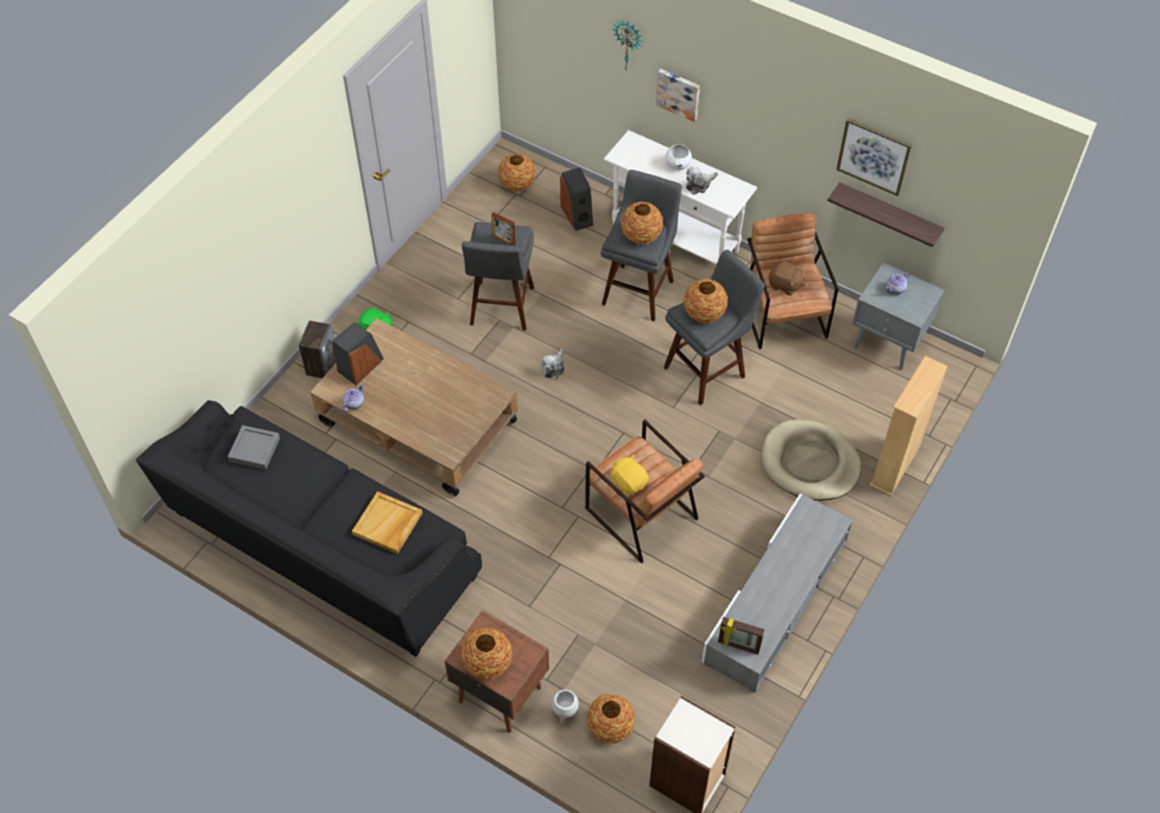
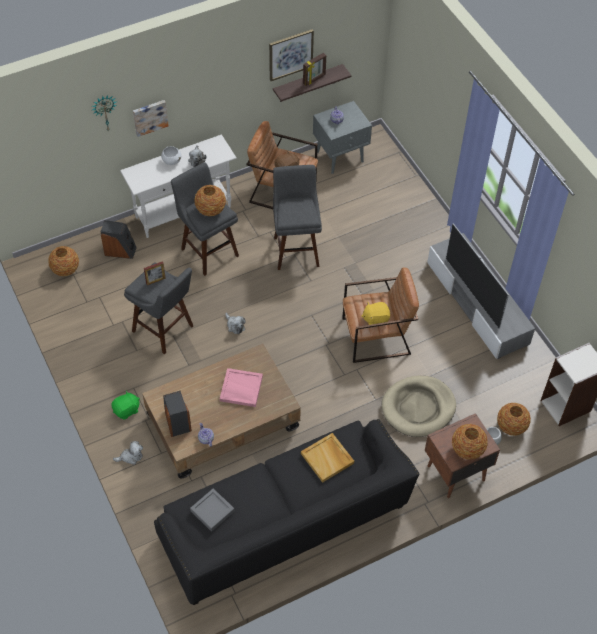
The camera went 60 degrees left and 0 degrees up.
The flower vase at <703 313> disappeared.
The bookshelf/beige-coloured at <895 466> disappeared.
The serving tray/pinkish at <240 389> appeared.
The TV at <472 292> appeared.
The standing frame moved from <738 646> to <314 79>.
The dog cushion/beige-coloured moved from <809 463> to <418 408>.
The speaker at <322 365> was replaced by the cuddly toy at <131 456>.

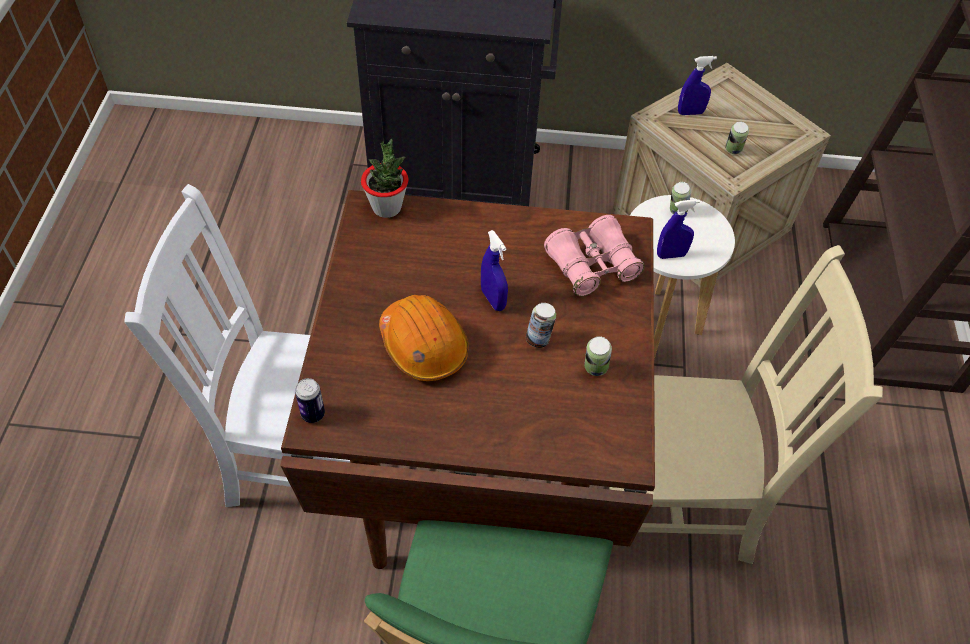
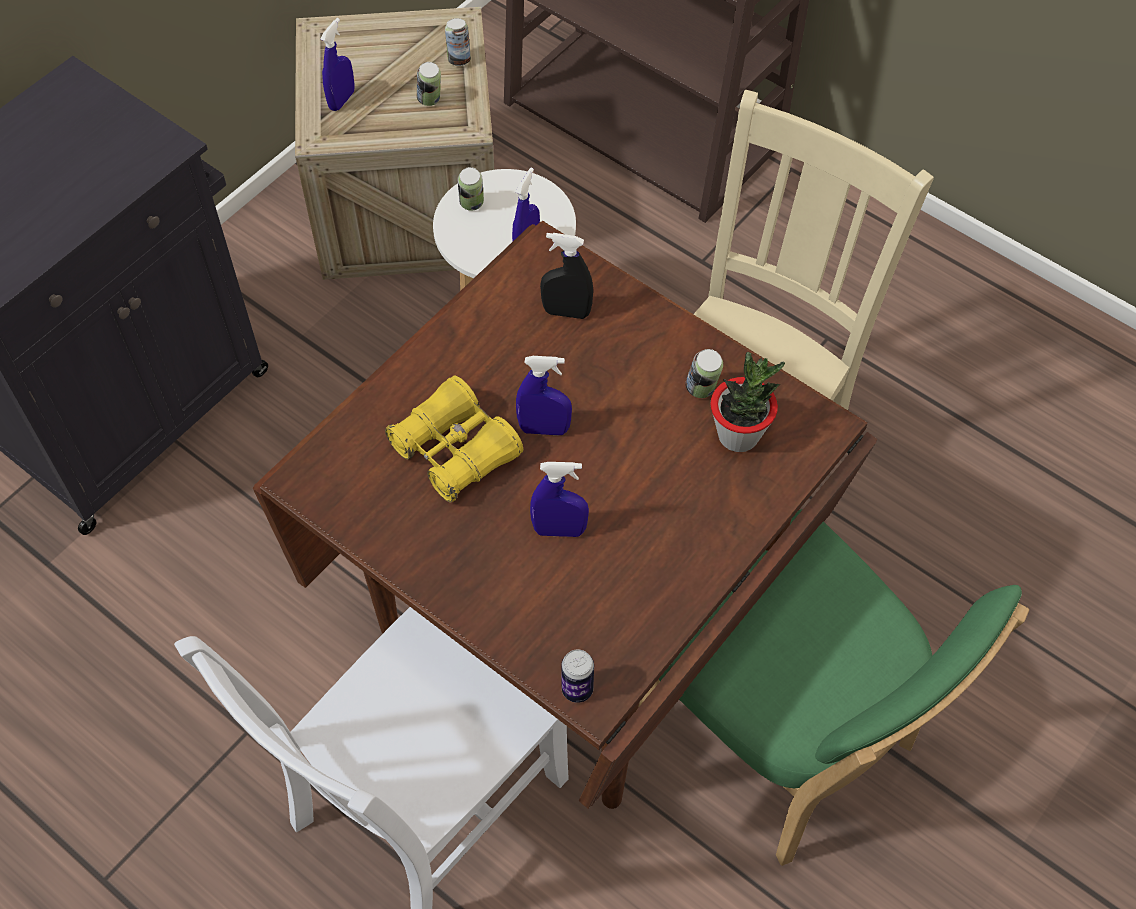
The camera went 55 degrees left and 5 degrees up.
The pair of binoculars/yellow-coloured at <455 450> appeared.
The potted plant moved from <387 207> to <739 435>.
The can moved from <539 339> to <459 59>.
The hard hat/orange at <423 345> was replaced by the sprayer/bluish at <559 530>.
The pair of binoculars/pinkish at <592 265> was replaced by the sprayer/black-coloured at <566 312>.

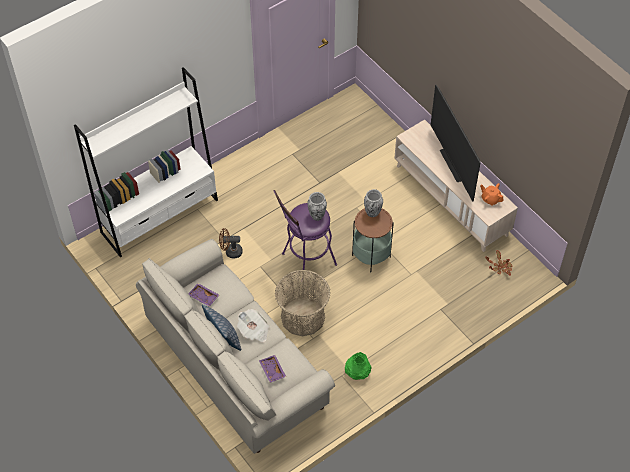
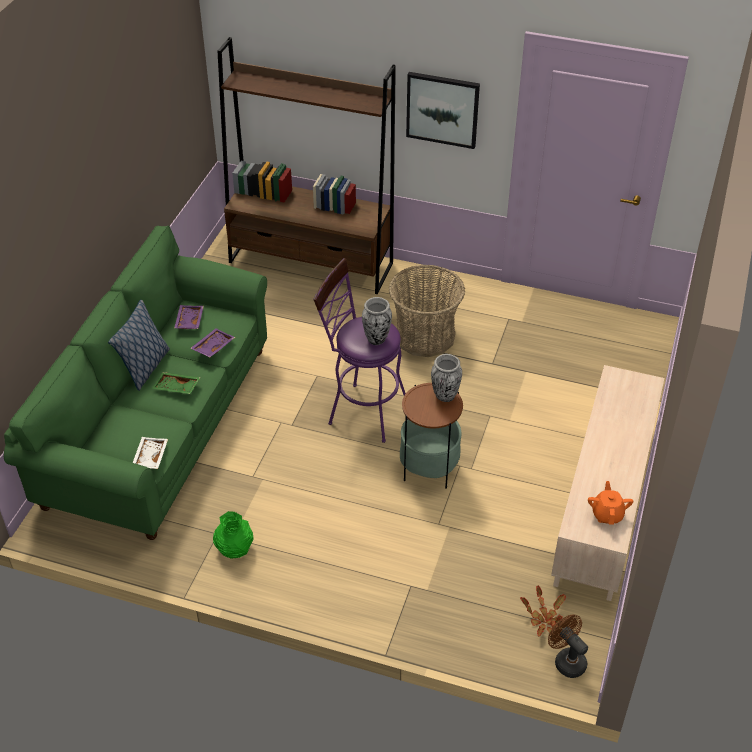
The camera went 55 degrees right and 10 degrees down.
The TV at <452 165> disappeared.
The serving tray/white-coloured at <149 457> appeared.
The wall art at <442 109> appeared.
The cooling fan/brown moved from <230 252> to <566 660>.
The serving tray/purple-coloured moved from <271 371> to <212 347>.
The basket moved from <302 317> to <424 336>.
The printed paper at <254 331> was replaced by the serving tray/greenish at <176 388>.
The bookshelf/white-coloured at <160 216> became the bookshelf/brown at <311 263>.
The settee/beige-coloured at <236 364> became the settee/greenish at <159 426>.

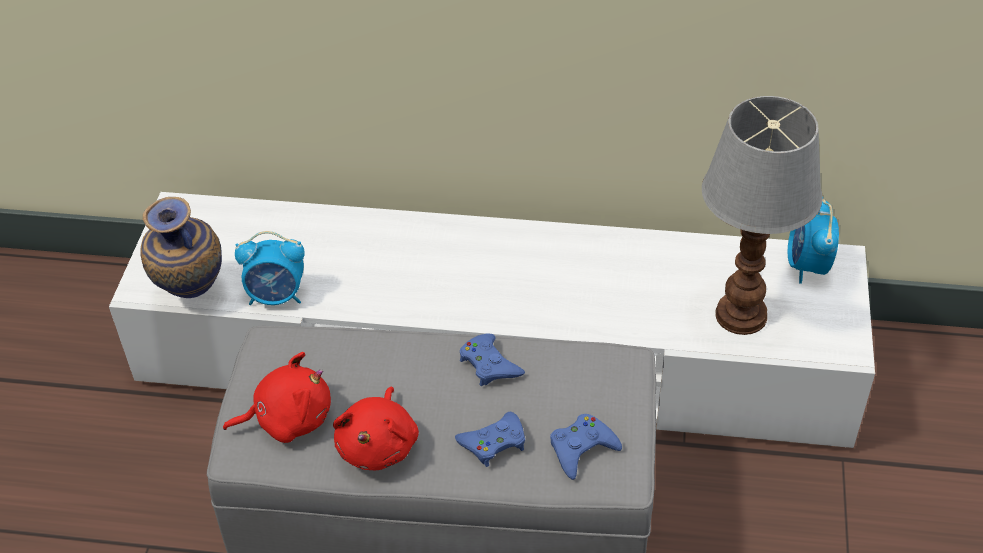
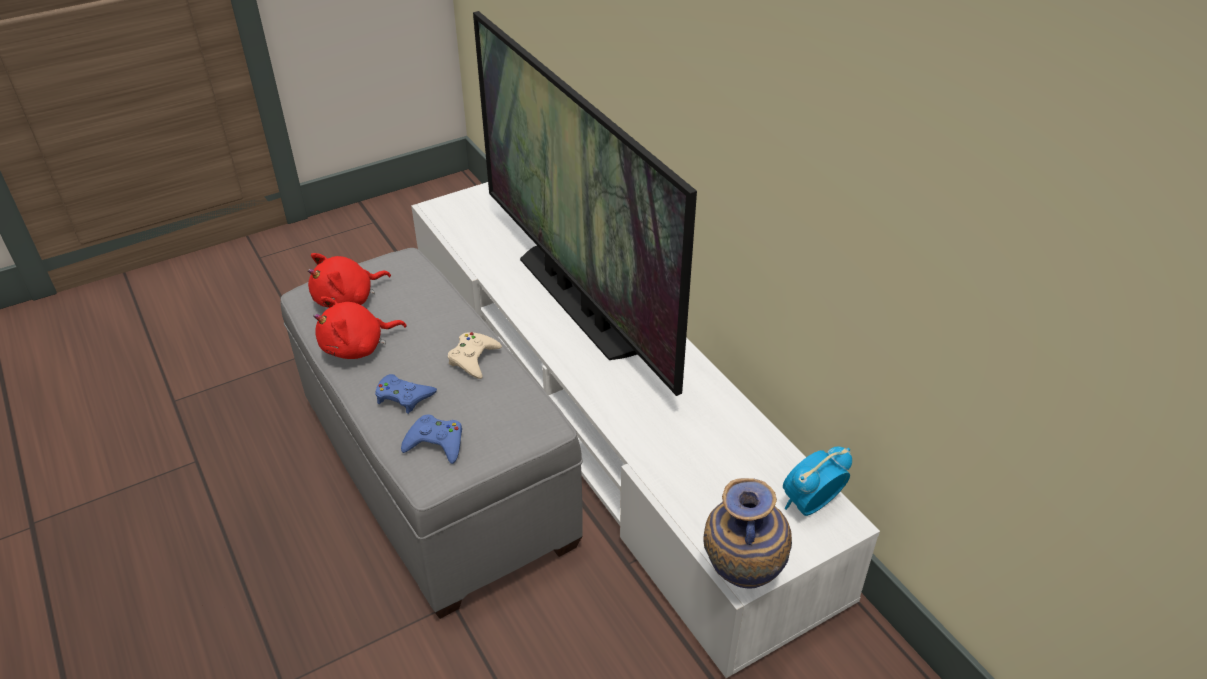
The camera went 50 degrees right and 5 degrees down.
The table clock at <277 296> disappeared.
The tabletop lamp at <741 316> disappeared.
The TV at <579 300> appeared.
The flower vase moved from <191 296> to <740 579>.
The gamepad/bluish at <489 365> became the gamepad/beige-coloured at <473 359>.
The cuddly toy/red-coloured at <288 418> turned 105 degrees clockwise.

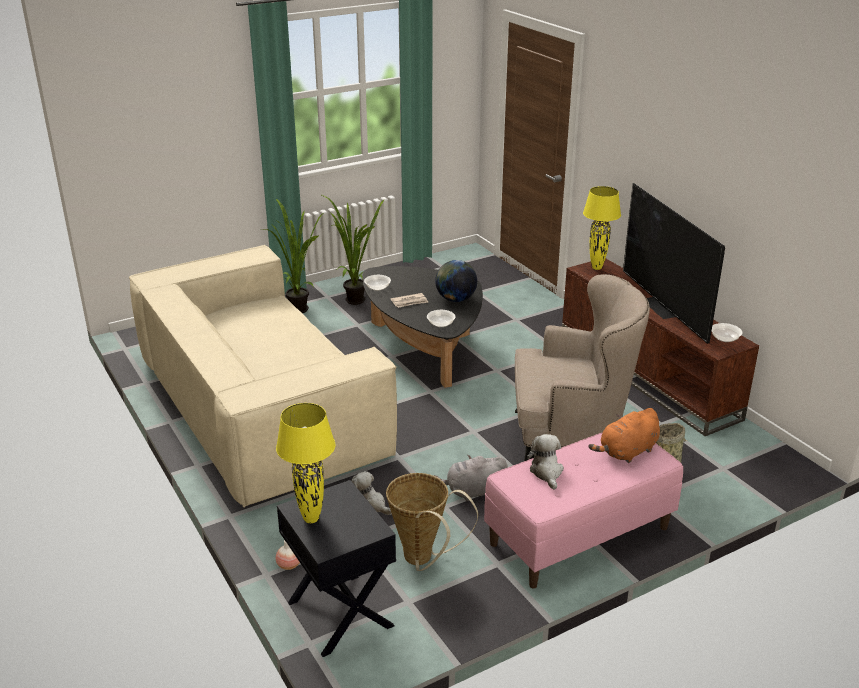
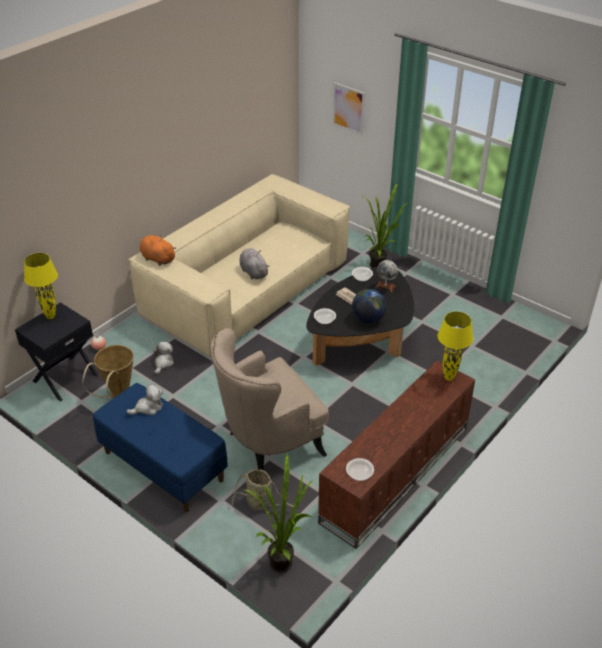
The camera went 70 degrees right and 10 degrees up.
The TV at <663 307> disappeared.
The wall art at <348 108> appeared.
The globe at <385 287> appeared.
The potted plant moved from <353 299> to <284 560>.
The cuddly toy/gray moved from <474 492> to <253 272>.
The cuddly toy/orange moved from <627 452> to <157 258>.
The bench/pinkish at <579 536> became the bench/bluish at <162 466>.
The lounge chair/beige-coloured at <568 444> turned 75 degrees clockwise.

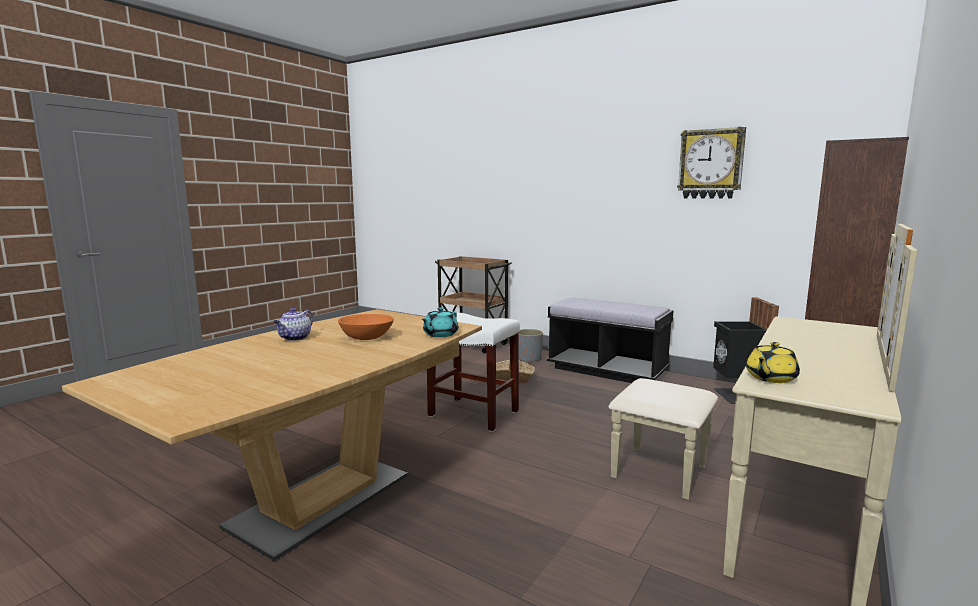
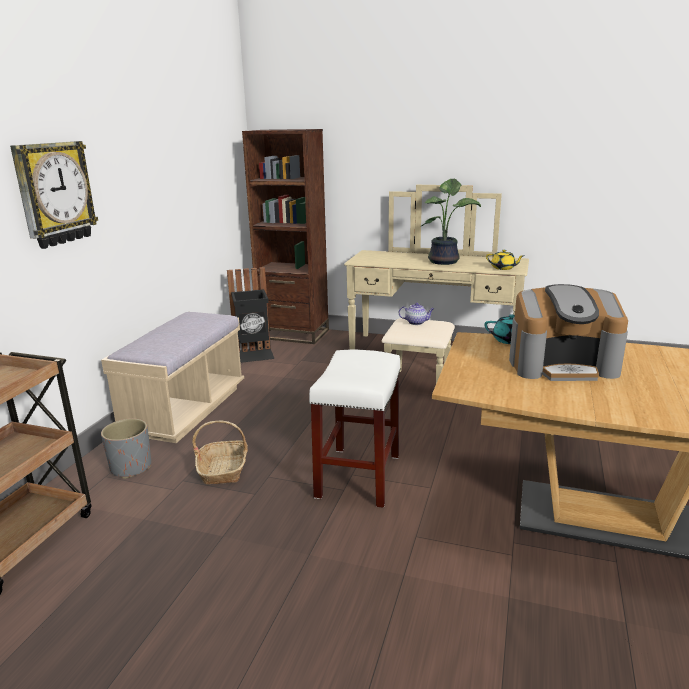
The camera went 105 degrees left and 10 degrees up.
The potted plant at <445 261> appeared.
The pot for tea moved from <295 338> to <416 322>.
The clock on the wall moved from <711 164> to <54 193>.
The serving bowl/orange at <367 338> was replaced by the coffee machine at <562 365>.
The bench/black-coloured at <607 370> became the bench/beige-coloured at <185 410>.

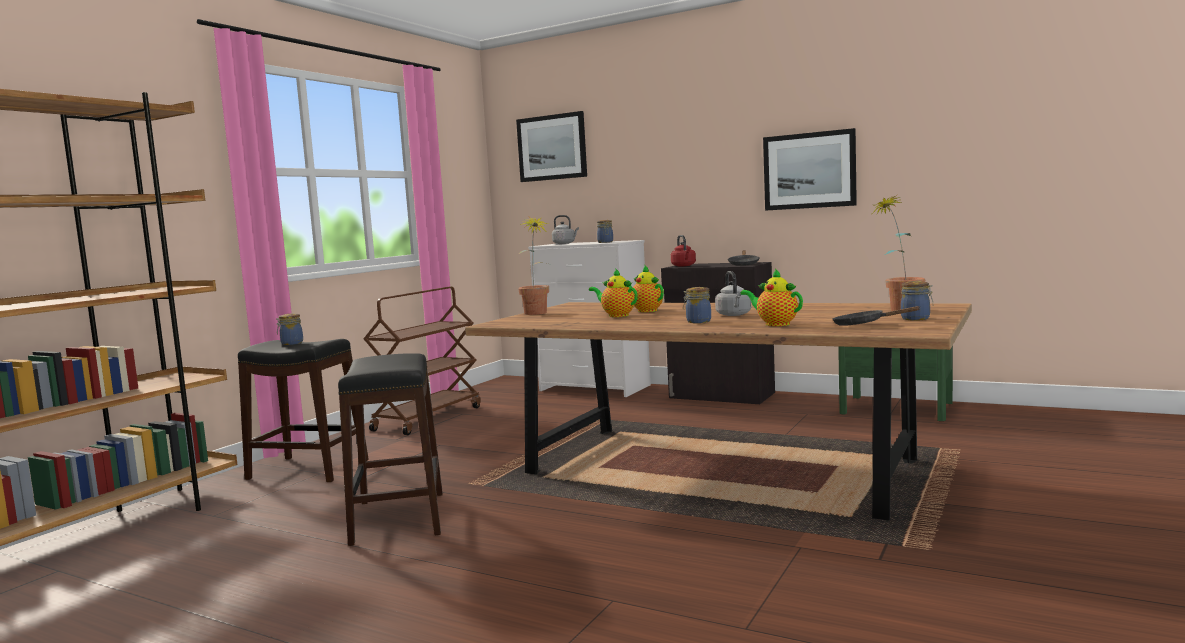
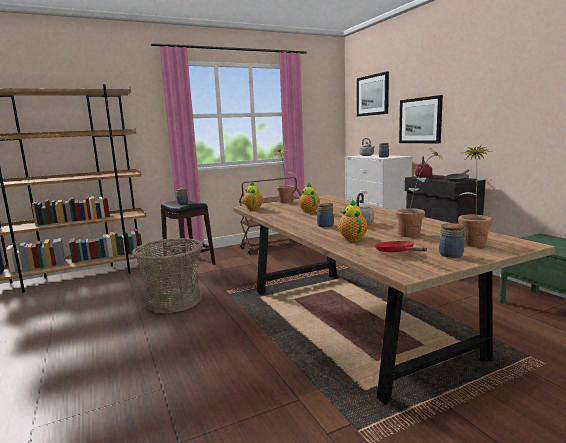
The camera went 35 degrees right and 5 degrees up.
The potted plant at <416 235> appeared.
The pot for tea moved from <645 310> to <253 208>.
The wall art moved from <809 170> to <420 120>.
The stool/black-coloured at <398 518> was replaced by the basket at <173 301>.
The frying pan/black-coloured at <863 325> became the frying pan/red-coloured at <397 252>.

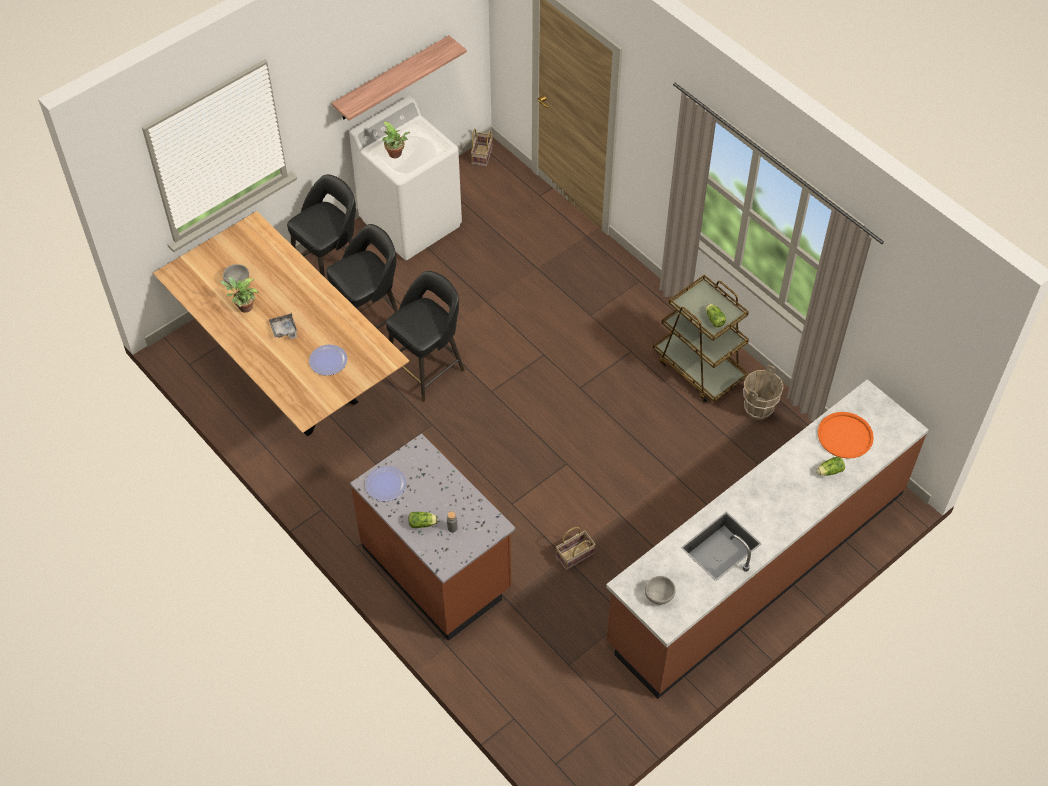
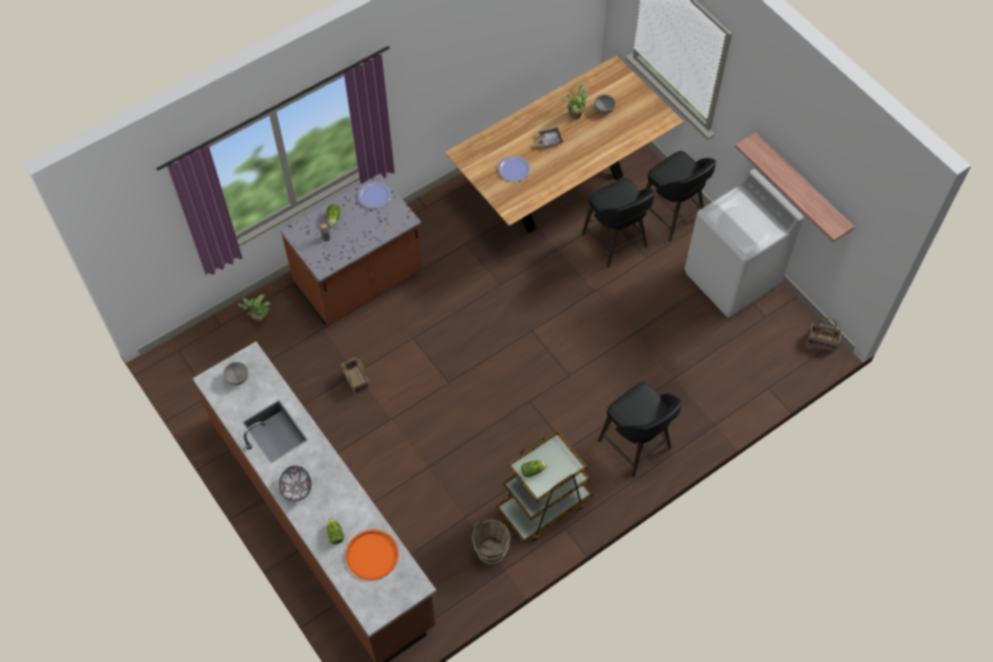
The camera went 95 degrees right and 5 degrees up.
The serving bowl at <296 488> appeared.
The potted plant moved from <396 155> to <259 319>.
The stool/black-coloured moved from <427 368> to <636 446>.

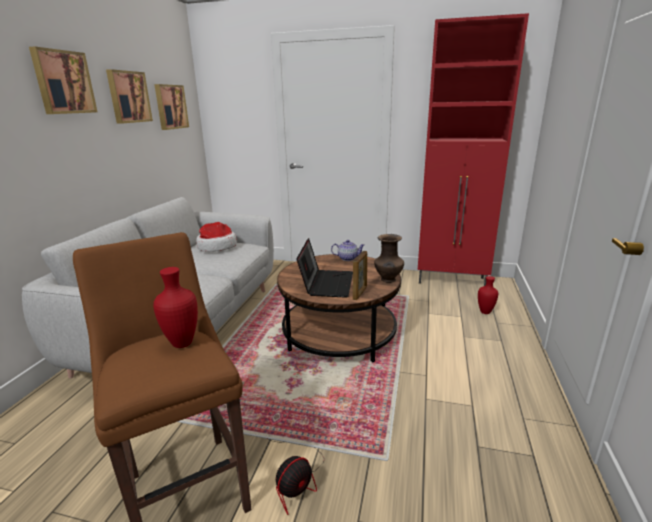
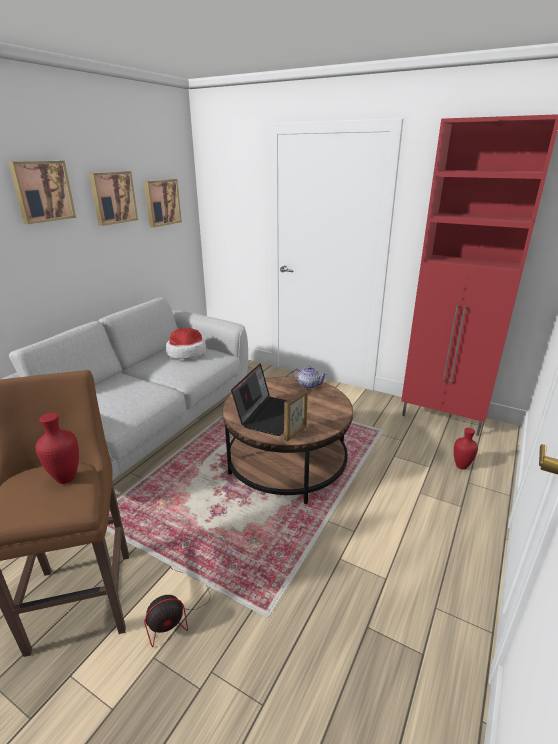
The camera went 15 degrees right and 5 degrees up.
The flower vase/brown at <388 280> disappeared.

